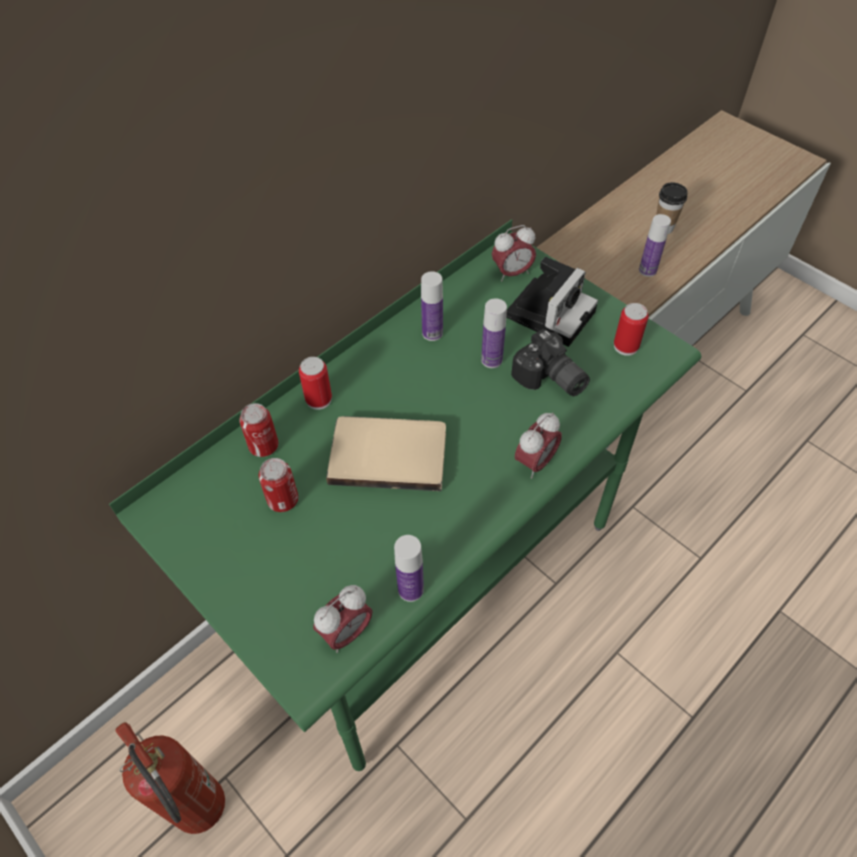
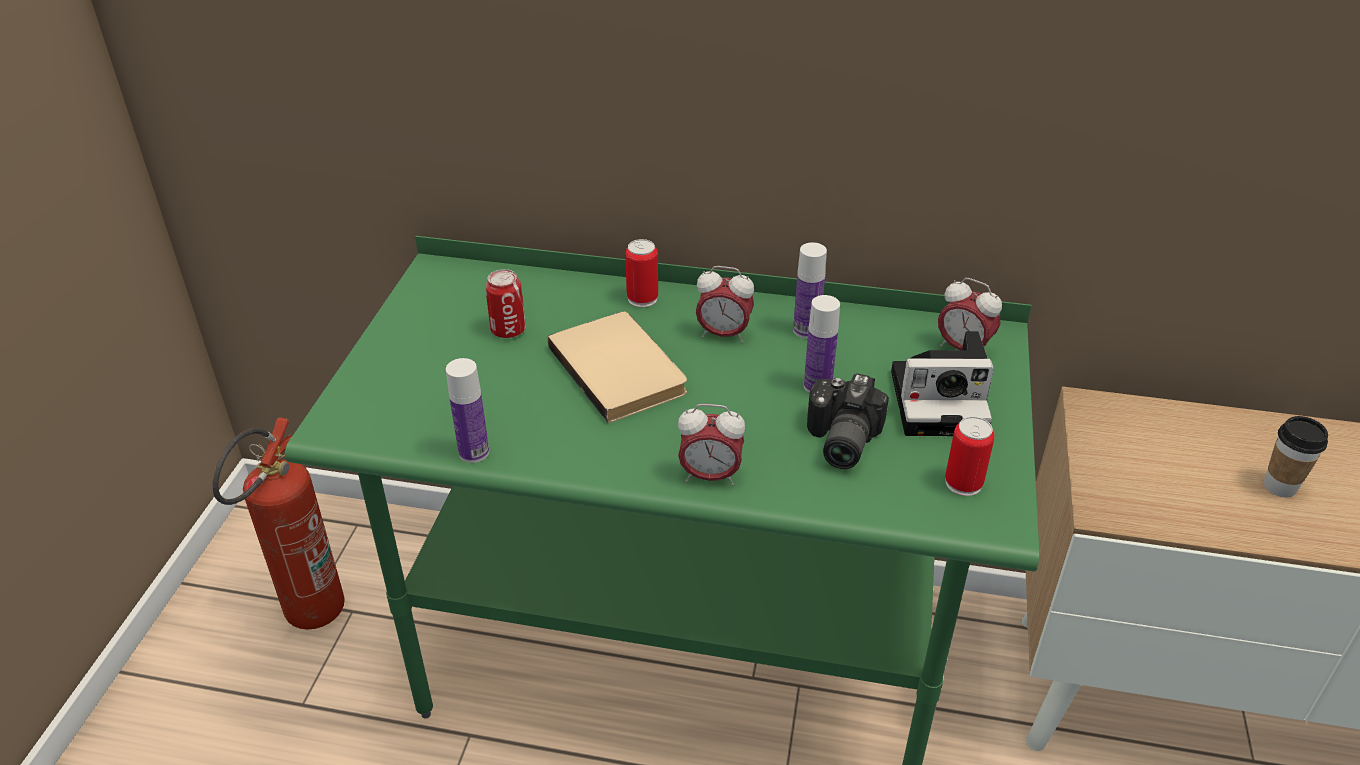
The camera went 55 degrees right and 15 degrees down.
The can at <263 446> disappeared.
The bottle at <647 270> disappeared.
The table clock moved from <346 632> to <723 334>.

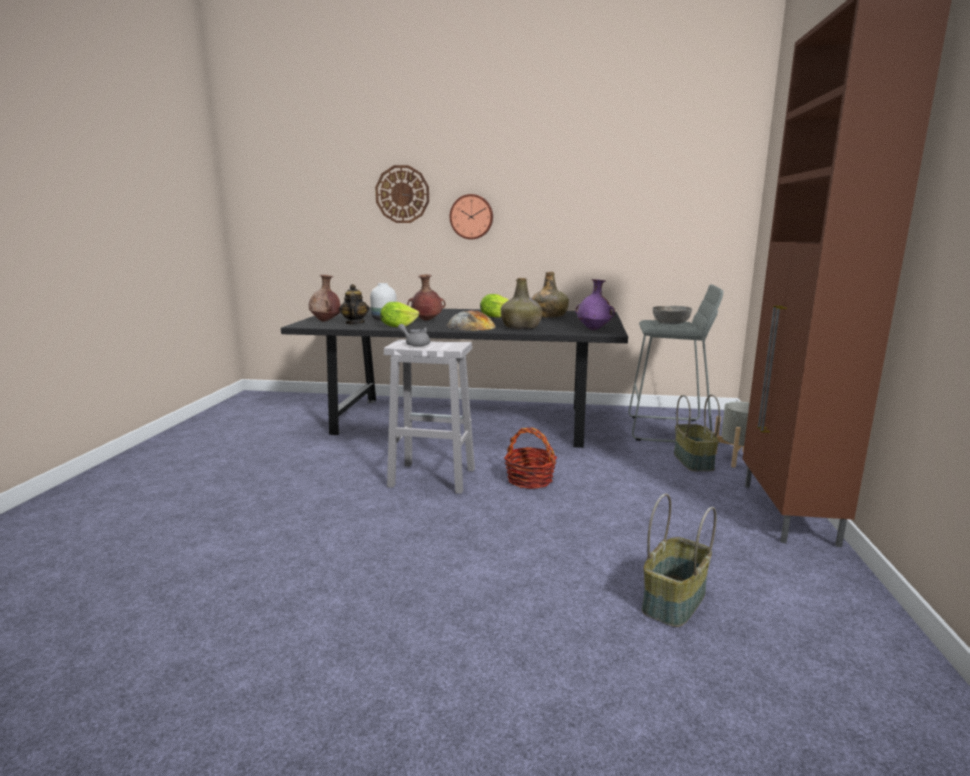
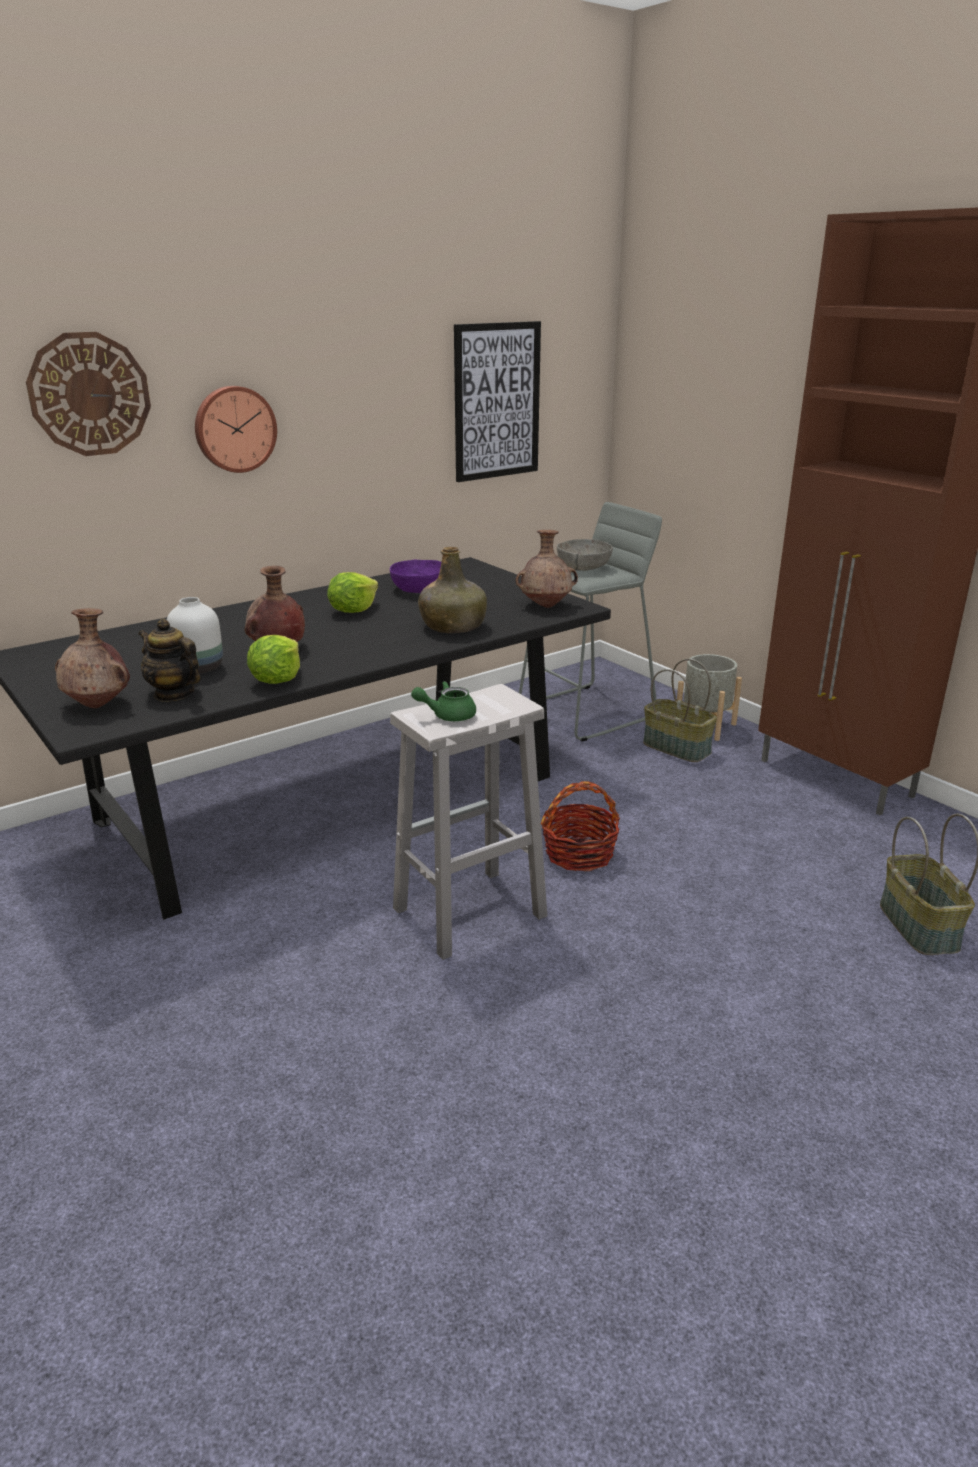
The camera went 45 degrees left and 10 degrees up.
The baked bread at <470 326> disappeared.
The wall art at <496 401> appeared.
The bottle/greenish at <549 316> was replaced by the serving bowl/purple-coloured at <419 589>.
The pot for tea/gray at <415 344> became the pot for tea/greenish at <447 715>.
The flower vase/purple-coloured at <594 329> became the flower vase/brown at <546 605>.

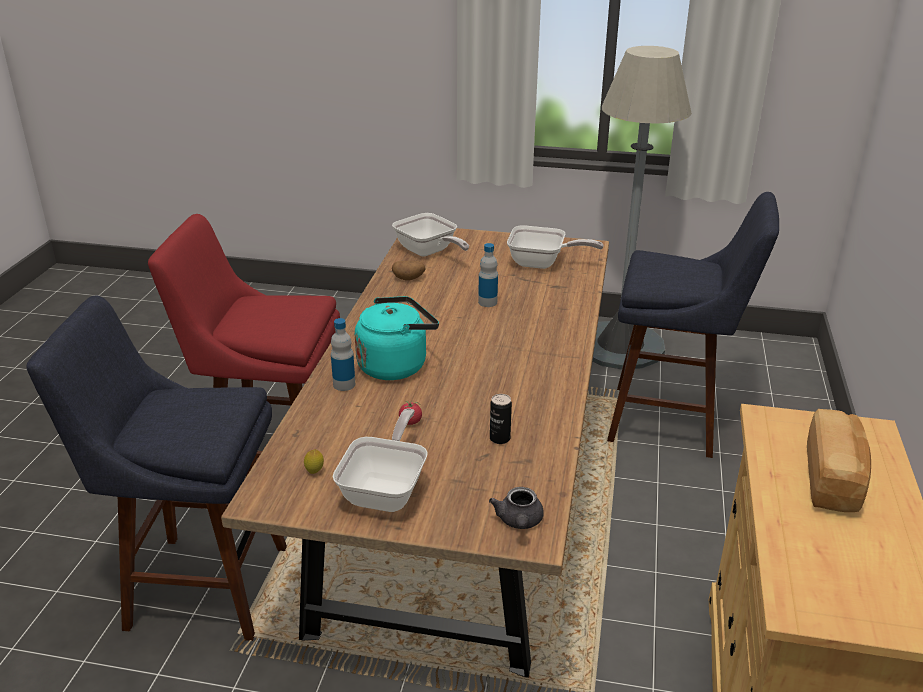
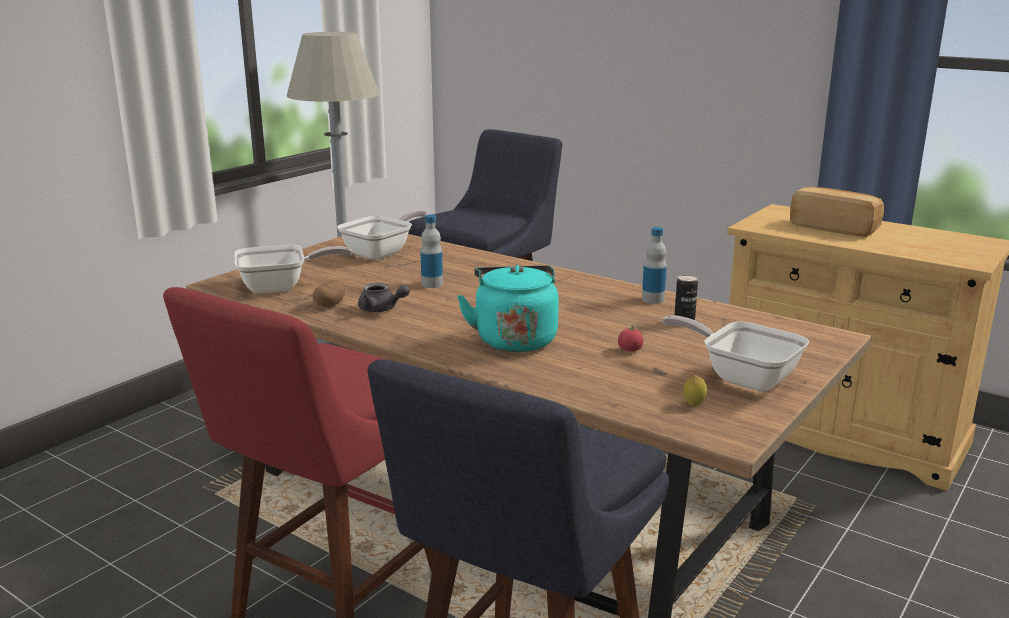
The camera went 65 degrees left and 10 degrees down.
The bottle moved from <344 384> to <653 299>.
The pot for tea/gray moved from <519 522> to <382 309>.

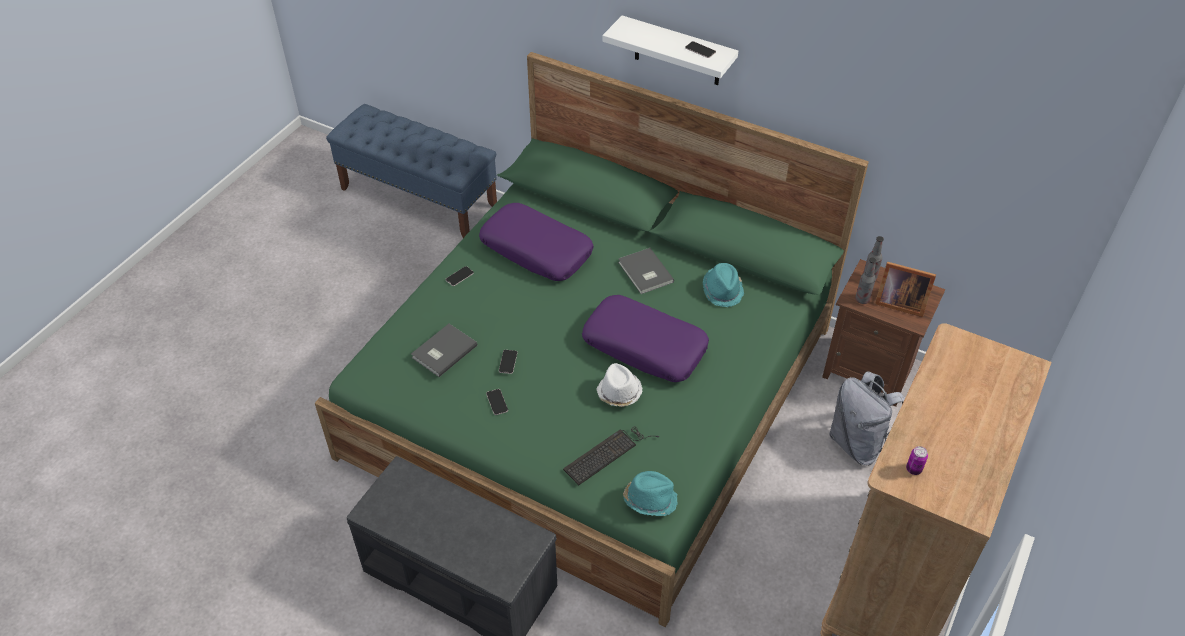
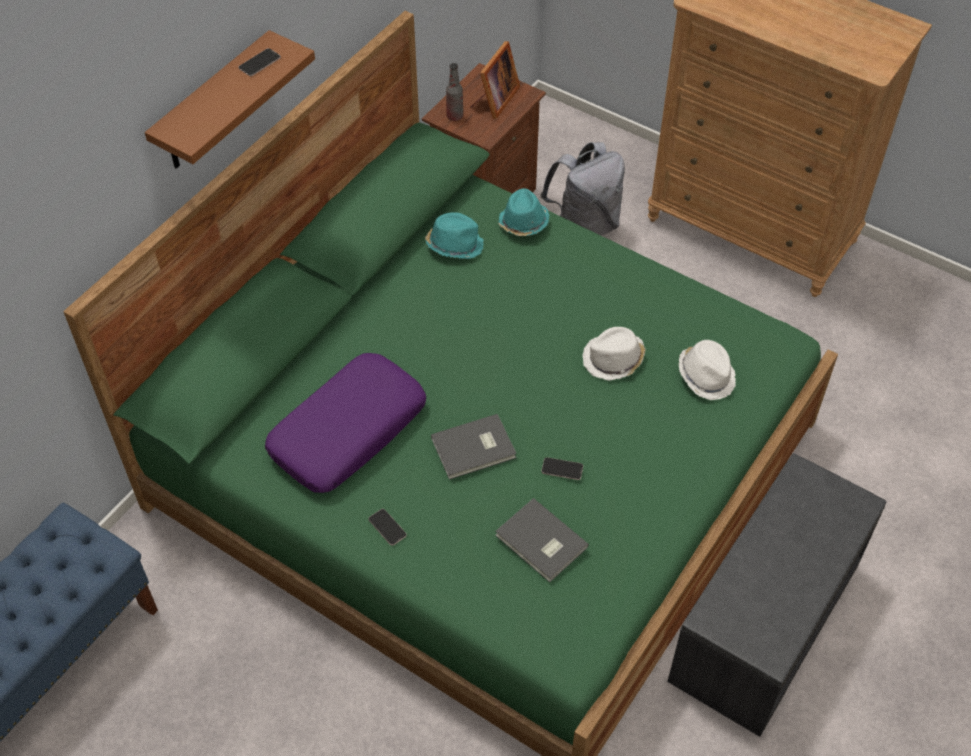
The camera went 85 degrees left and 5 degrees up.
The telephone at <497 402> disappeared.
The cushion/purple-coloured at <645 346> disappeared.
The bottle at <862 299> disappeared.
The can at <913 469> disappeared.
The book/gray moved from <644 273> to <475 449>.
The hat/turquoise-coloured moved from <650 499> to <523 223>.
The keyboard at <608 453> was replaced by the hat/white-coloured at <706 376>.
The shelf/white-coloured at <677 52> became the shelf/brown at <214 104>.

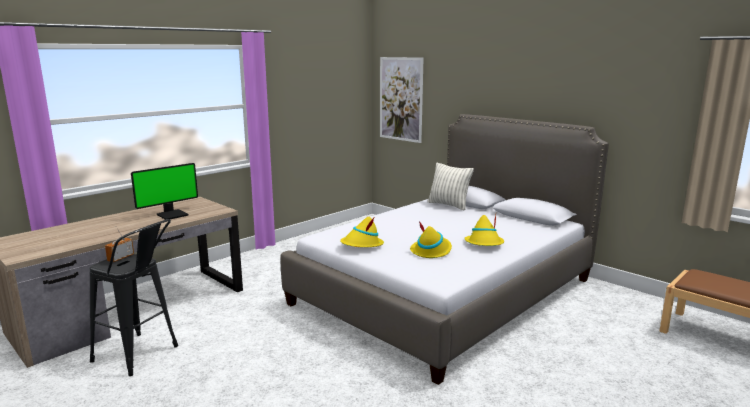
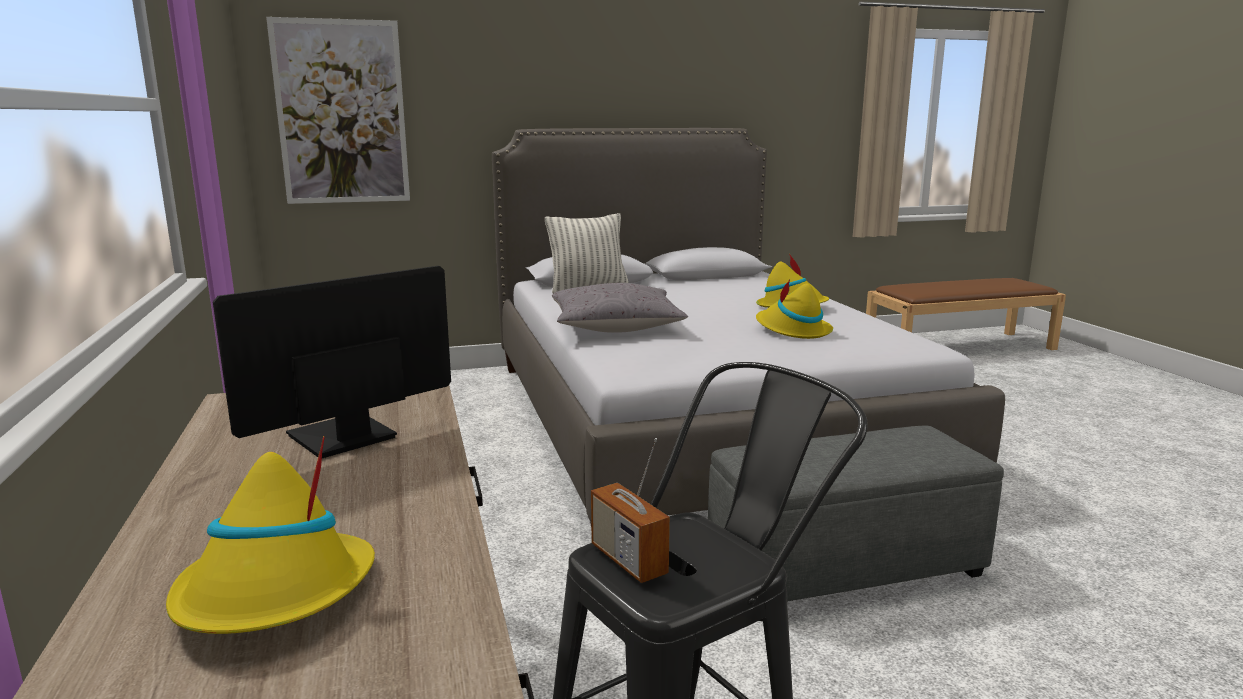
The camera went 60 degrees left and 0 degrees up.
The cushion/gray at <615 326> appeared.
The pouffe/gray at <846 566> appeared.
The hat/yellow-coloured moved from <362 245> to <276 594>.
The computer display at <172 214> turned 120 degrees counterclockwise.

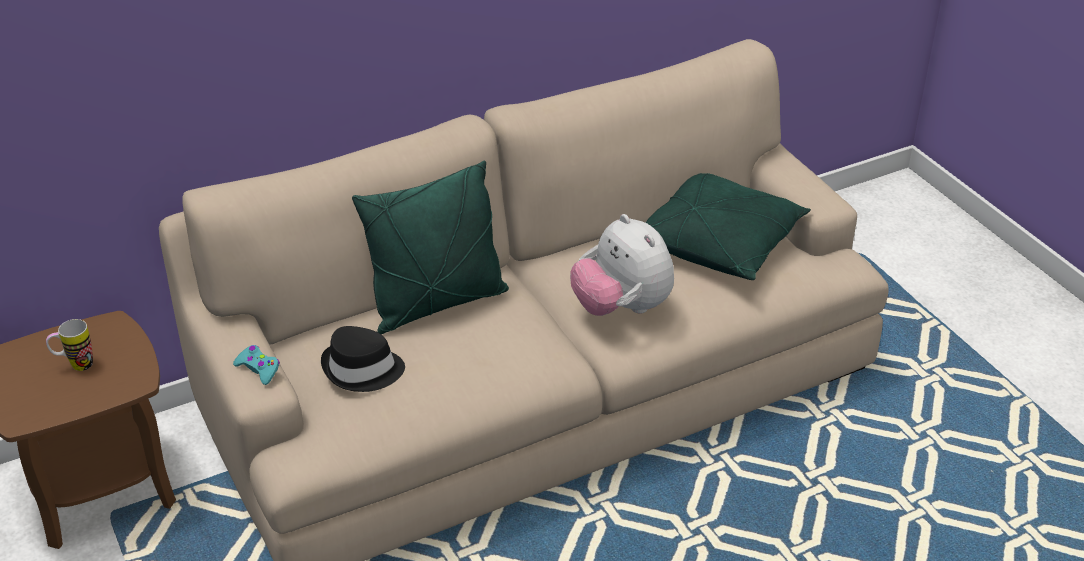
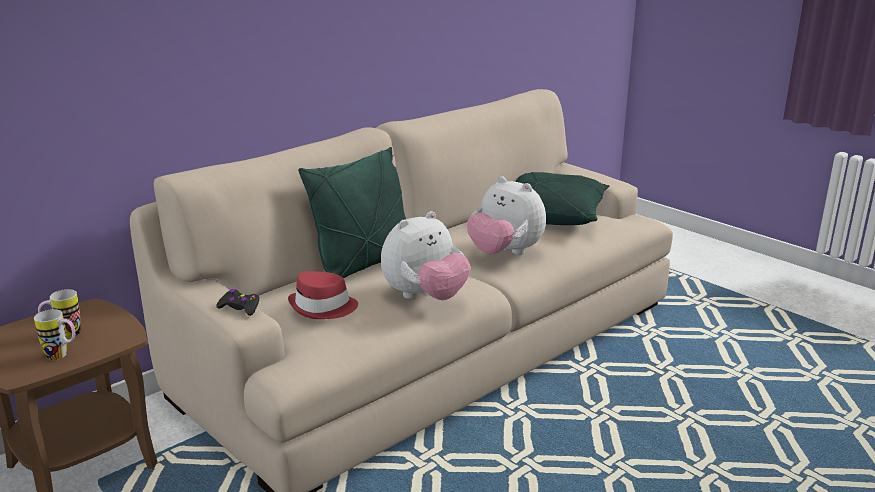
The camera went 15 degrees left and 15 degrees down.
The coffee mug at <62 356> appeared.
The cuddly toy at <425 297> appeared.
The gamepad/turquoise-coloured at <258 369> became the gamepad/black-coloured at <240 307>.
The hat/black-coloured at <362 370> became the hat/red-coloured at <323 307>.

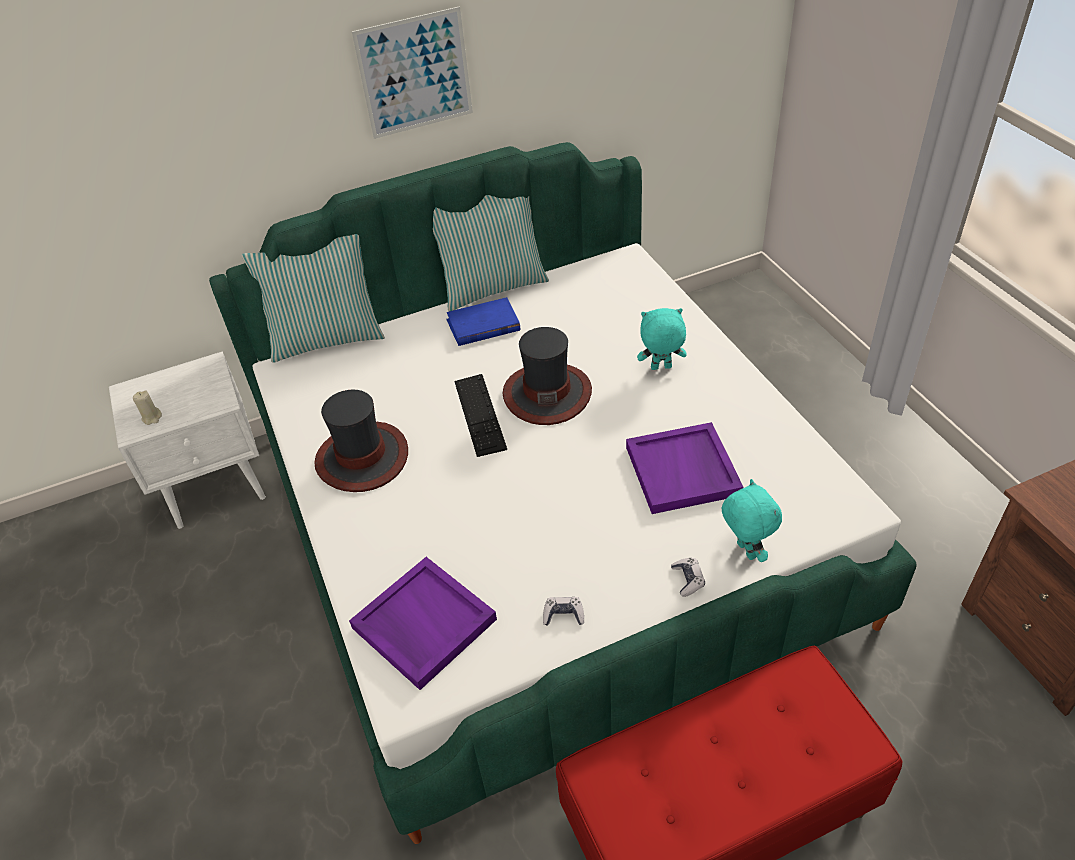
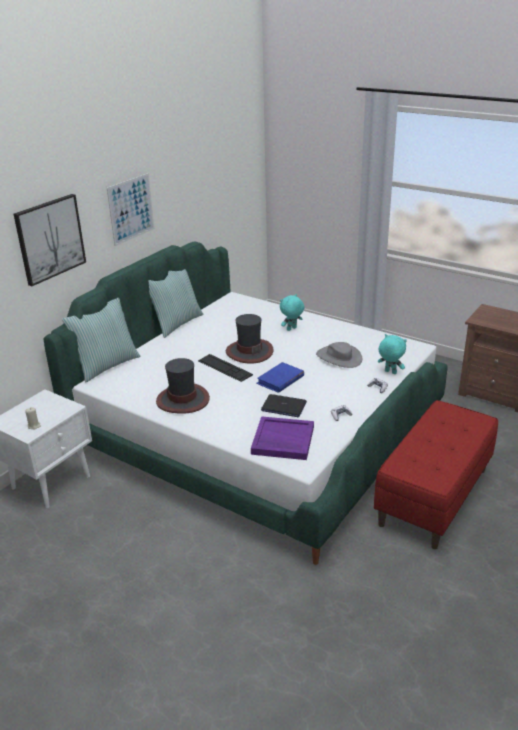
The camera went 35 degrees left and 15 degrees down.
The wall art at <50 239> appeared.
The portable computer at <283 407> appeared.
The book/bluish moved from <483 325> to <280 380>.
The serving tray/purple-coloured at <683 471> was replaced by the hat/gray at <339 357>.

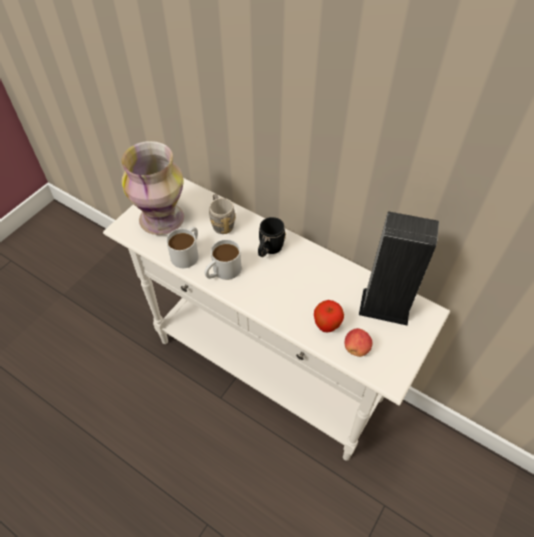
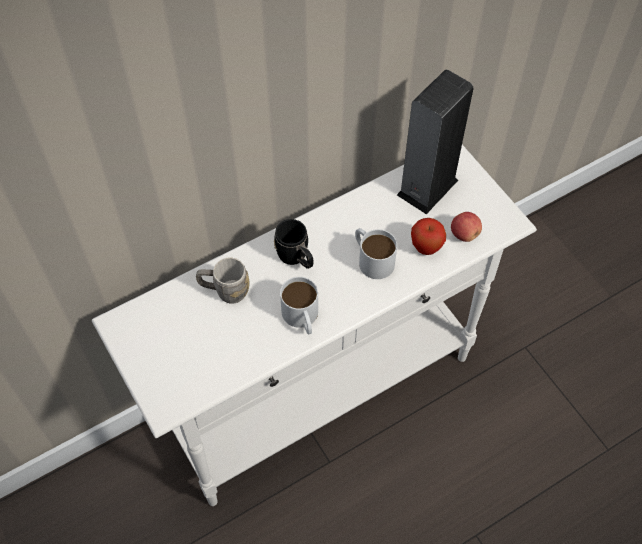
The camera went 65 degrees left and 5 degrees up.
The flower vase at <163 219> disappeared.
The coffee mug/white-coloured moved from <187 253> to <372 258>.

